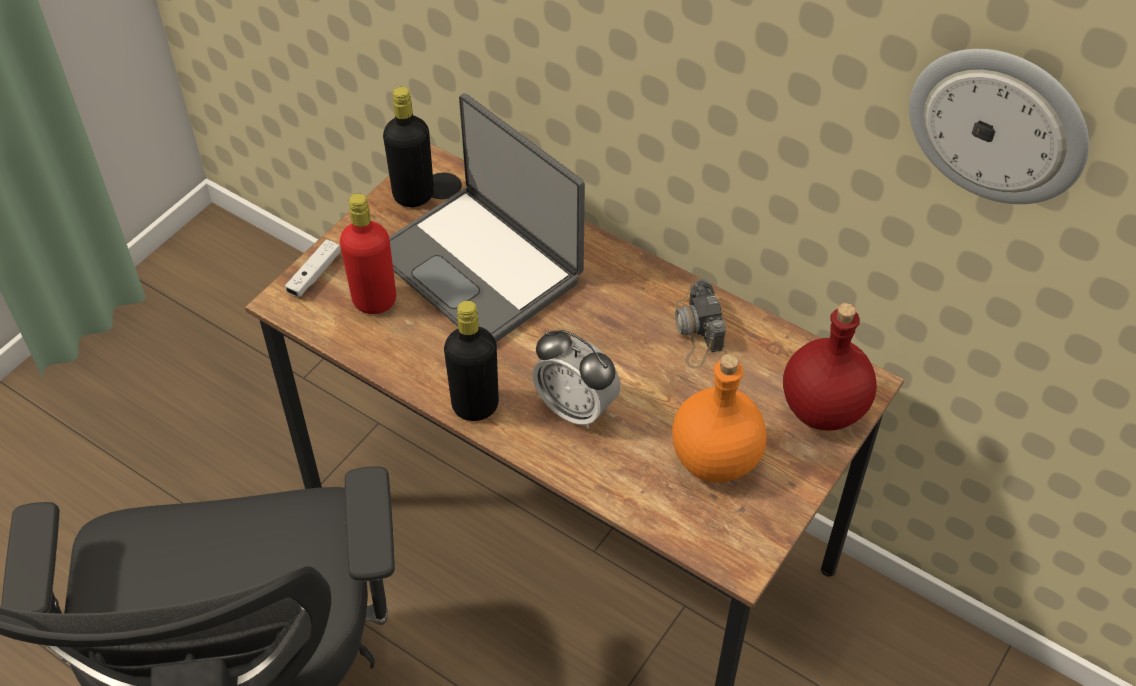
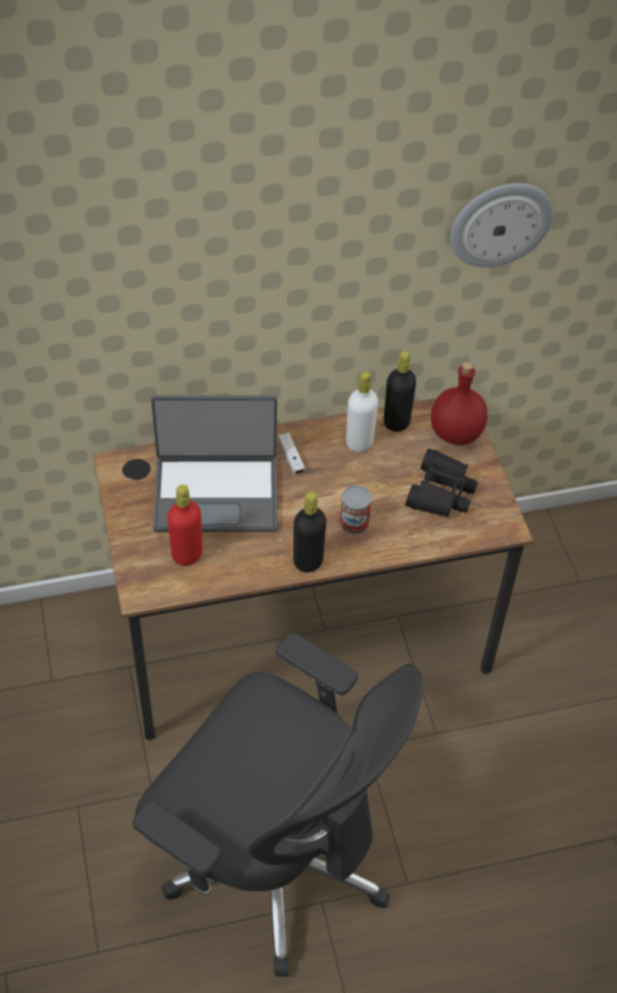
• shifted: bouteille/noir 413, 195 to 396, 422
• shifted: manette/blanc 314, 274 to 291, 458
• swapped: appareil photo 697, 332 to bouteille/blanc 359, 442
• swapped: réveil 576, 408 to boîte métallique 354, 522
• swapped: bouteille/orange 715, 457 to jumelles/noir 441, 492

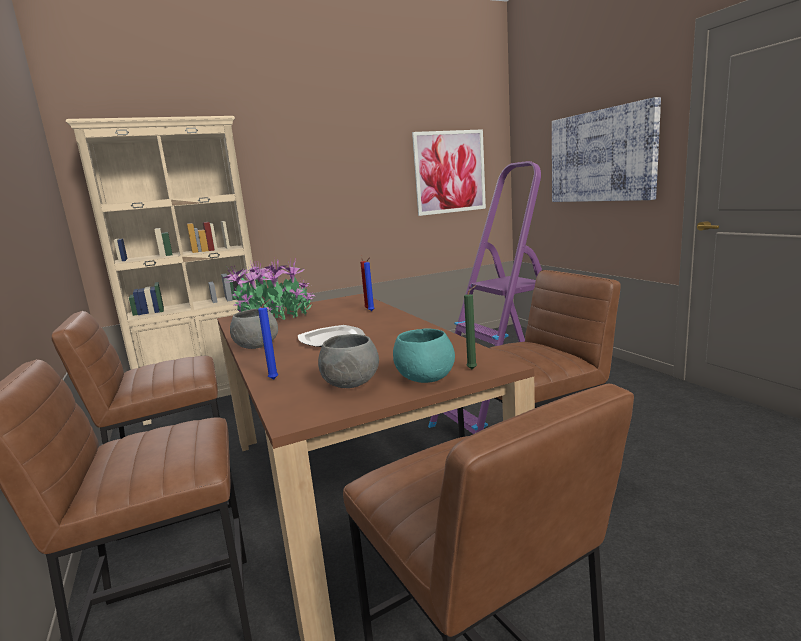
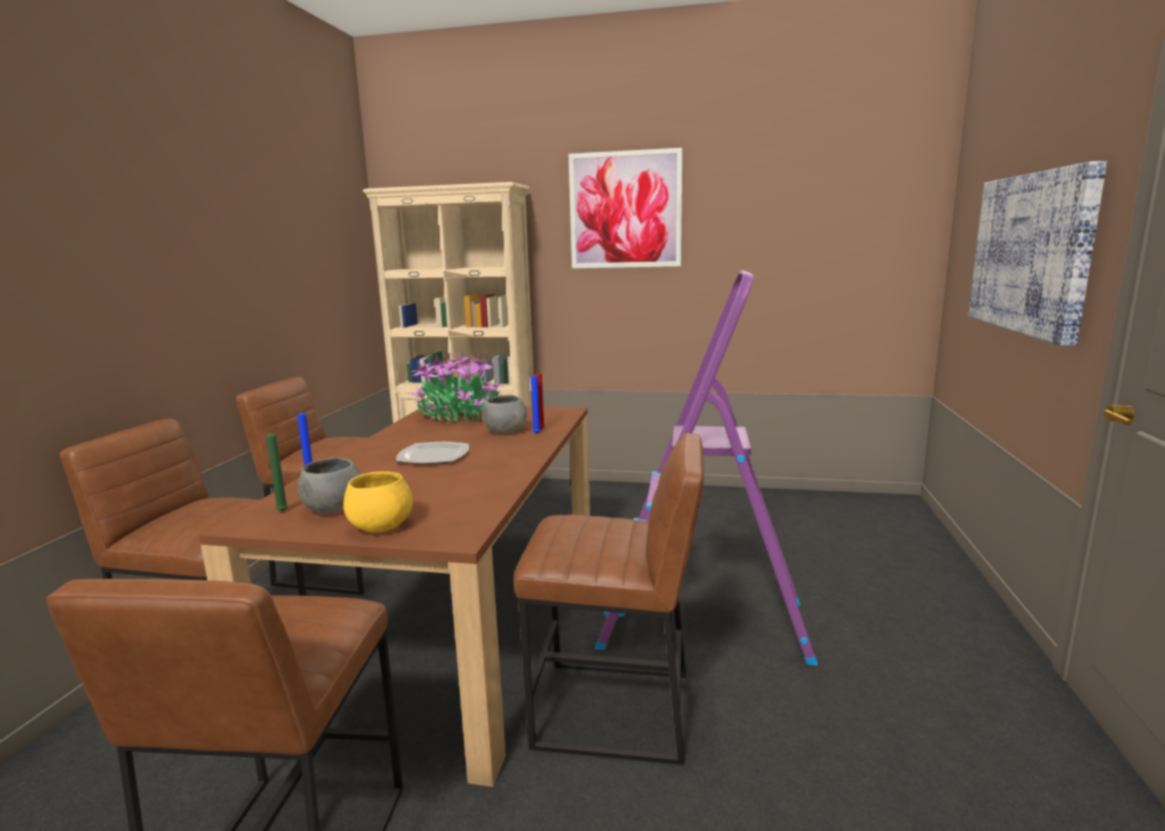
• shifted: tableau 450, 172 to 625, 210
• shifted: bougie/vert 473, 369 to 284, 511
• shifted: bol/gris 256, 346 to 505, 432
• repainted: bol/turquoise 425, 378 to bol/jaune 381, 527

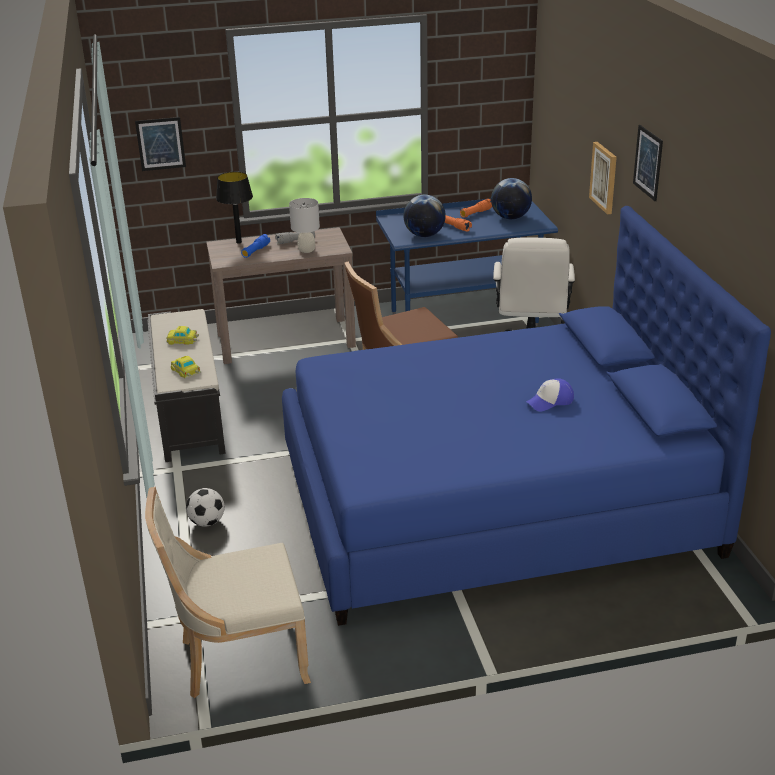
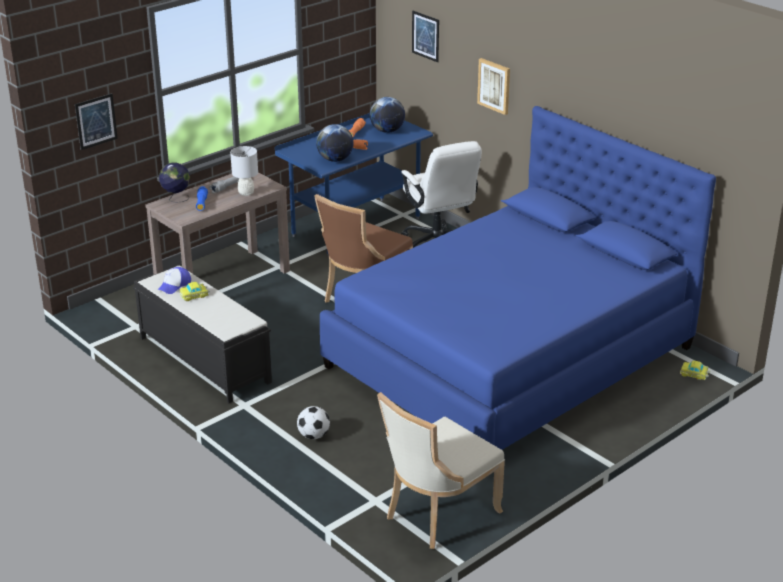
• shifted: tableau 648, 162 to 425, 36
• swapped: lampe de table/noir 238, 242 to globe 176, 199
• shifted: petite voiture 186, 371 to 694, 374
• shifted: casquette 550, 401 to 174, 285

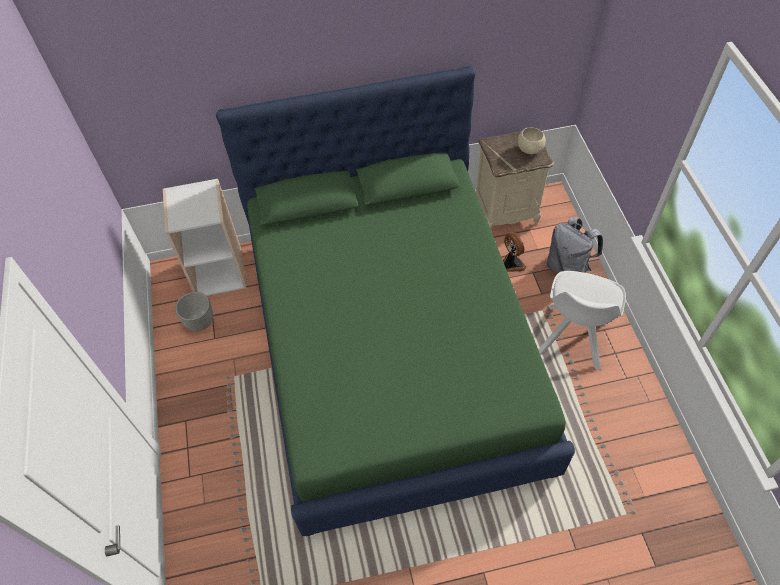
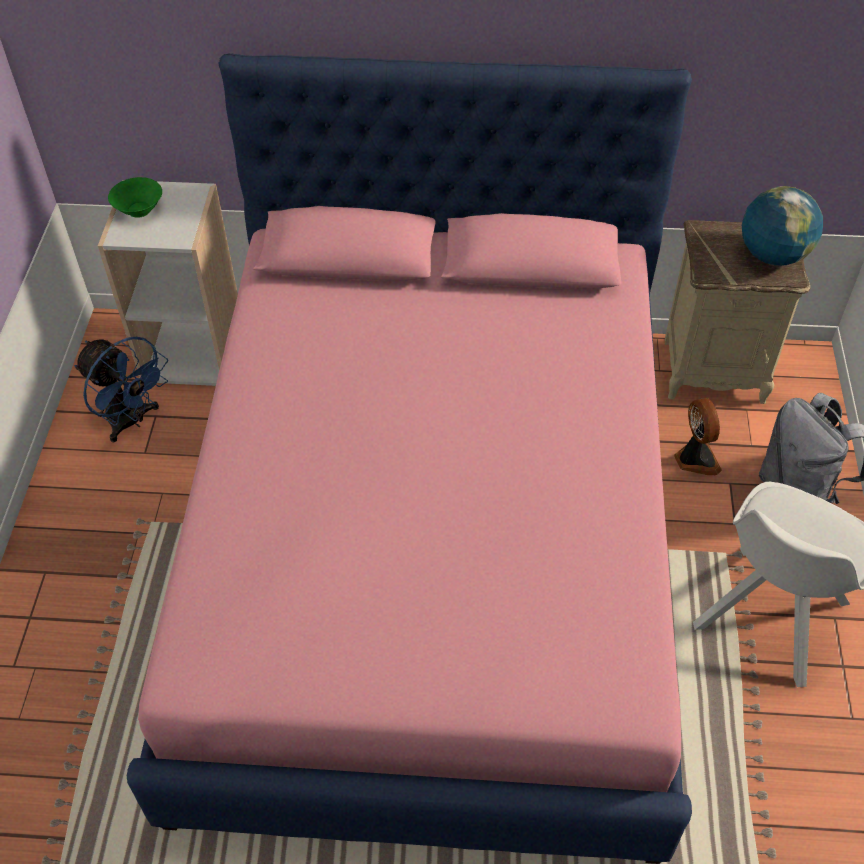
• repainted: lit/vert 392, 348 to lit/rose 433, 546
• swapped: bol/beige 529, 149 to globe 772, 255
• swapped: cache-pot/gris 200, 322 to ventilateur/bleu 132, 421
• new: bol/vert 140, 210

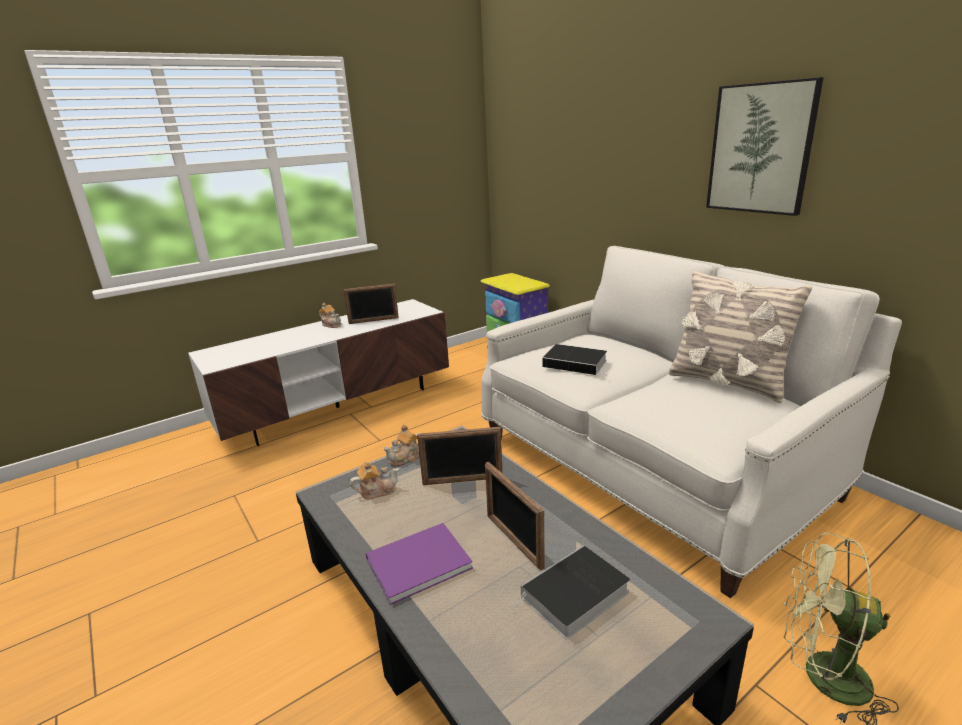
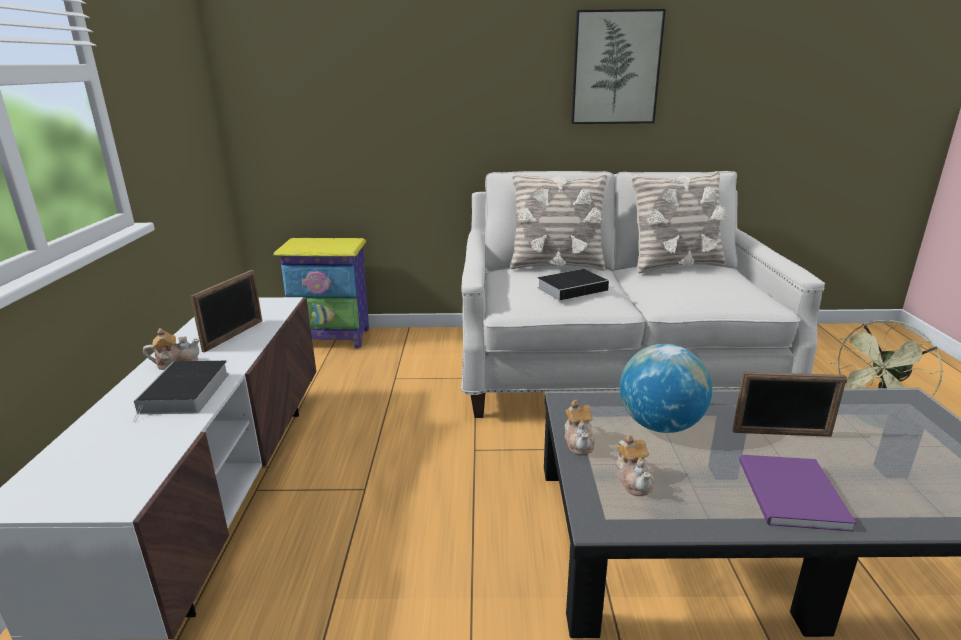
• swapped: cadre photo 462, 481 to globe 660, 425
• rotated: théière 377, 491 = 633, 480 150 degrees clockwise
• shifted: livre 573, 597 to 185, 394
• new: coussin/beige 556, 266

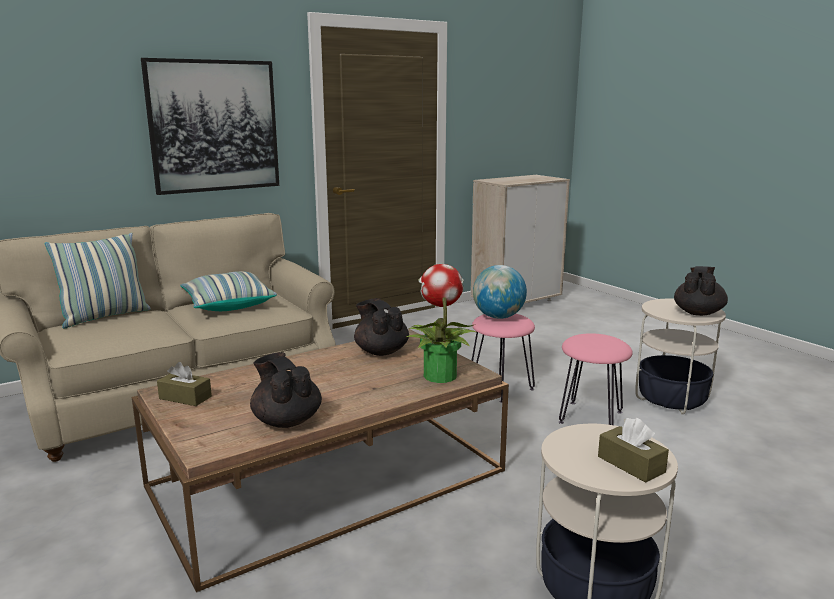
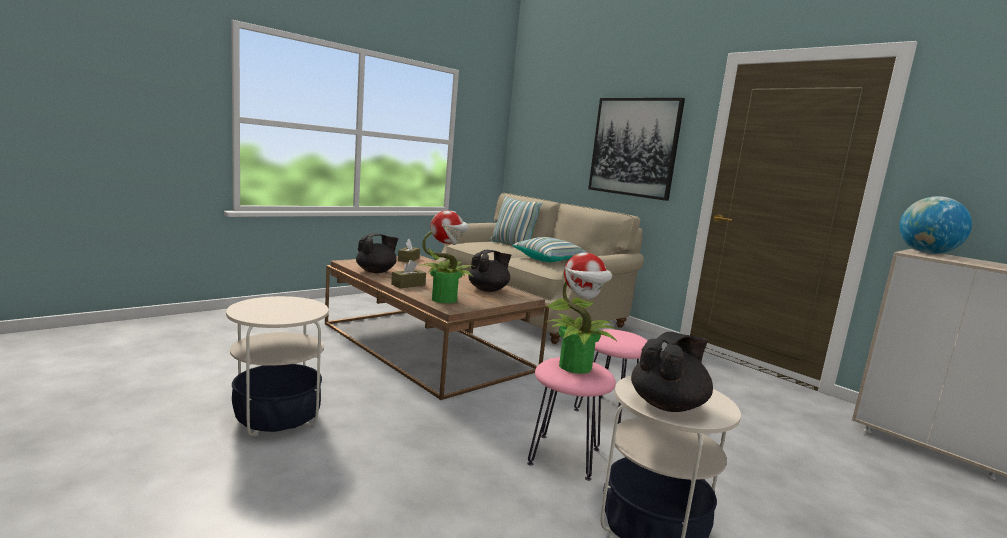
• shifted: globe 498, 317 to 926, 253
• rotated: théière/noir 698, 312 = 668, 405 60 degrees counterclockwise
• shifted: boîte à mouchoirs/marron 631, 464 to 408, 285
• new: plante en pot 576, 367

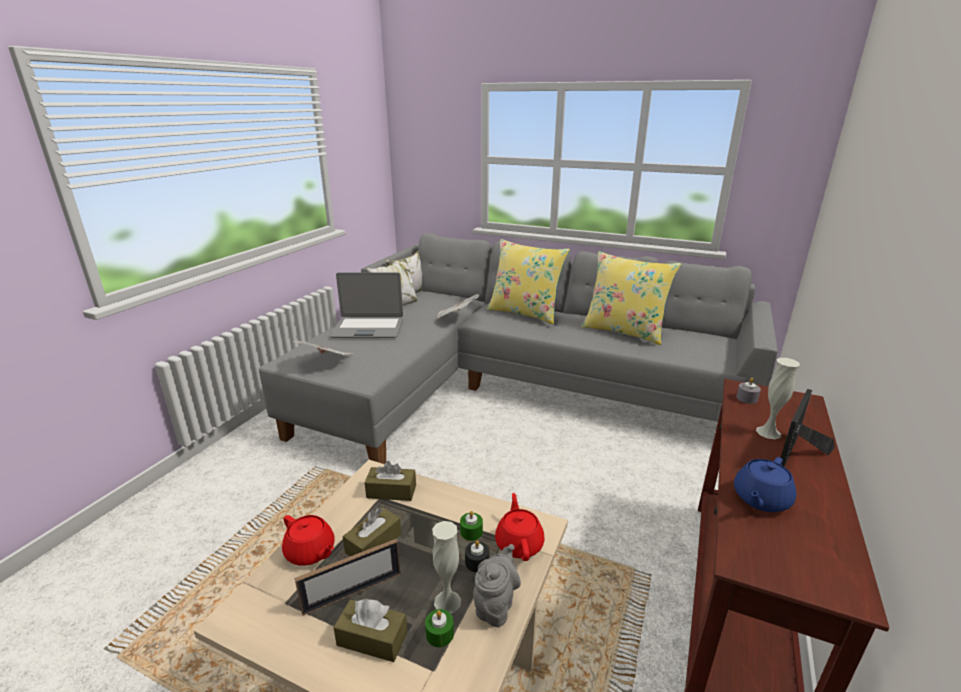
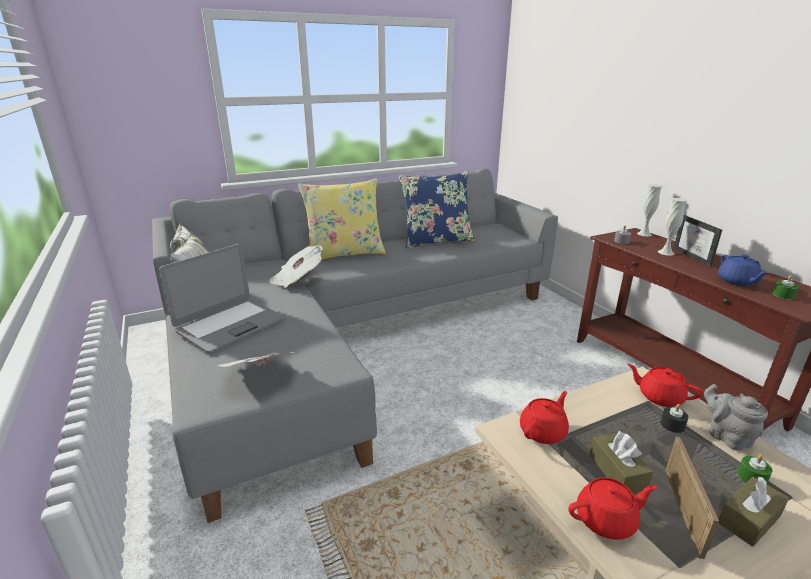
• repainted: coussin/jaune 624, 331 to coussin/bleu 436, 241
• swapped: boîte à mouchoirs/marron 391, 491 to théière/rouge 543, 431
• shifted: bougie/vert 471, 532 to 783, 295
• shifted: vase/blanc 447, 602 to 644, 234

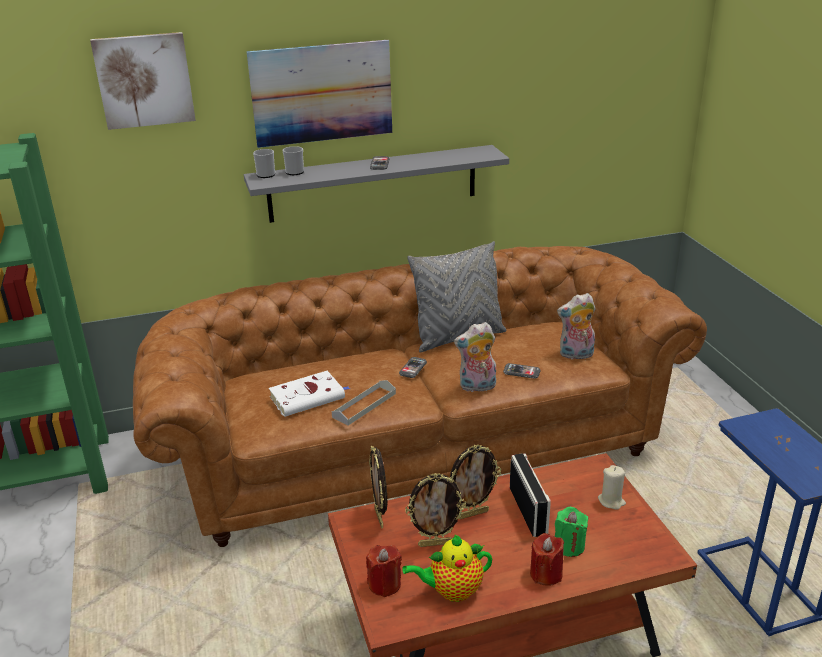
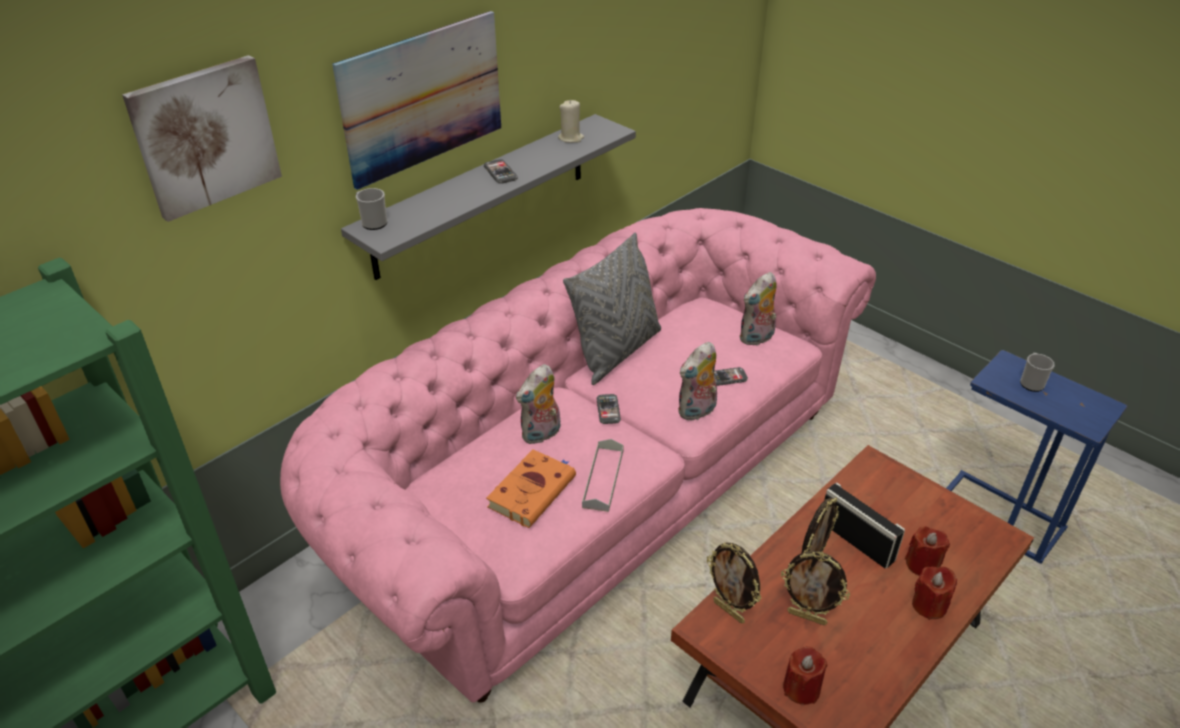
• shifted: mug 296, 171 to 1031, 382
• repainted: canapé/marron 414, 443 to canapé/rose 591, 483
• repainted: livre/blanc 309, 397 to livre/orange 533, 490
• shifted: bougie/beige 611, 501 to 571, 138
• rotated: cadre photo 435, 543 = 807, 617 60 degrees clockwise
• repainted: bougie/vert 569, 546 to bougie/rouge 922, 565
• gone: théière 452, 591
• new: peluche 541, 435

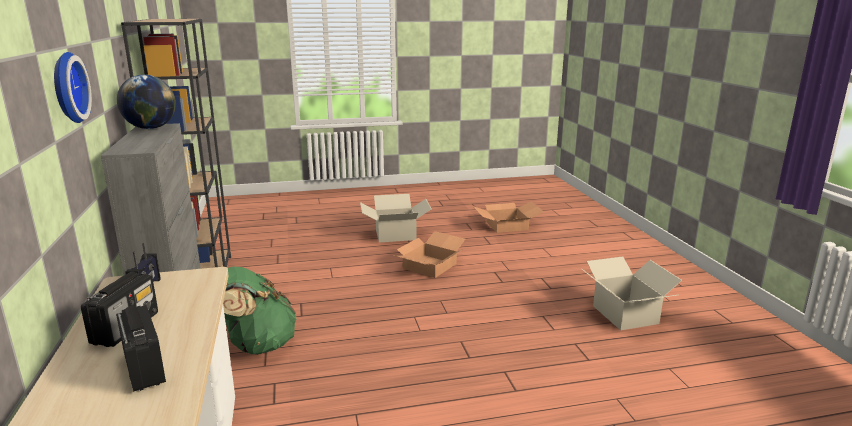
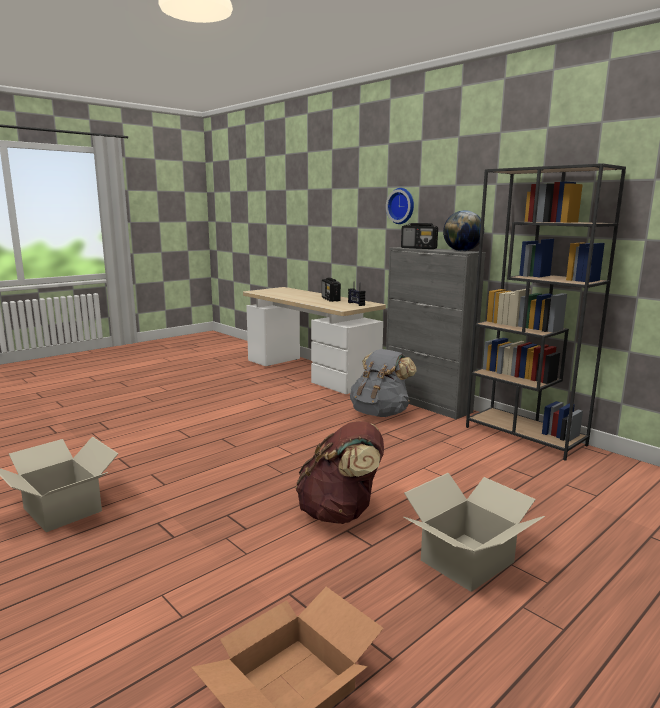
• swapped: carton 429, 265 to sac à dos/marron 340, 513
• repainted: sac à dos/vert 257, 345 to sac à dos/gris 380, 413
• shifted: radio 144, 367 to 419, 248

